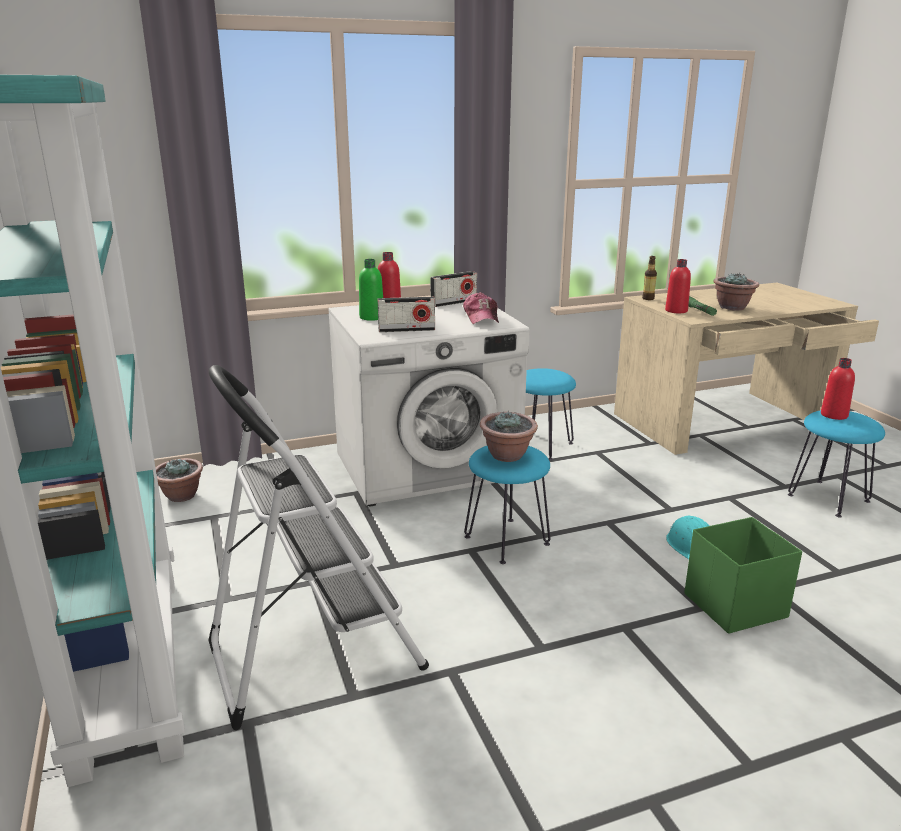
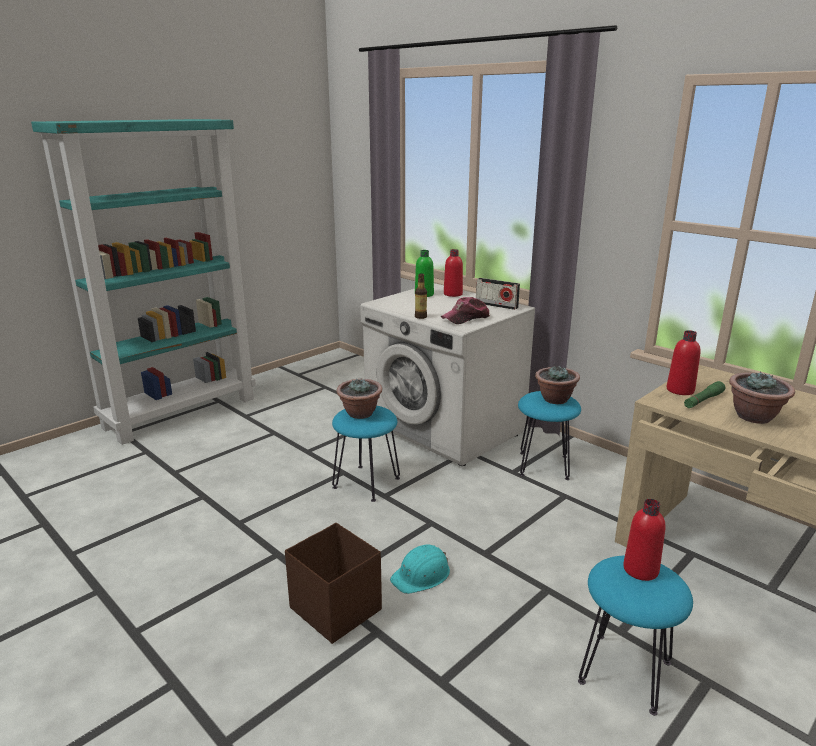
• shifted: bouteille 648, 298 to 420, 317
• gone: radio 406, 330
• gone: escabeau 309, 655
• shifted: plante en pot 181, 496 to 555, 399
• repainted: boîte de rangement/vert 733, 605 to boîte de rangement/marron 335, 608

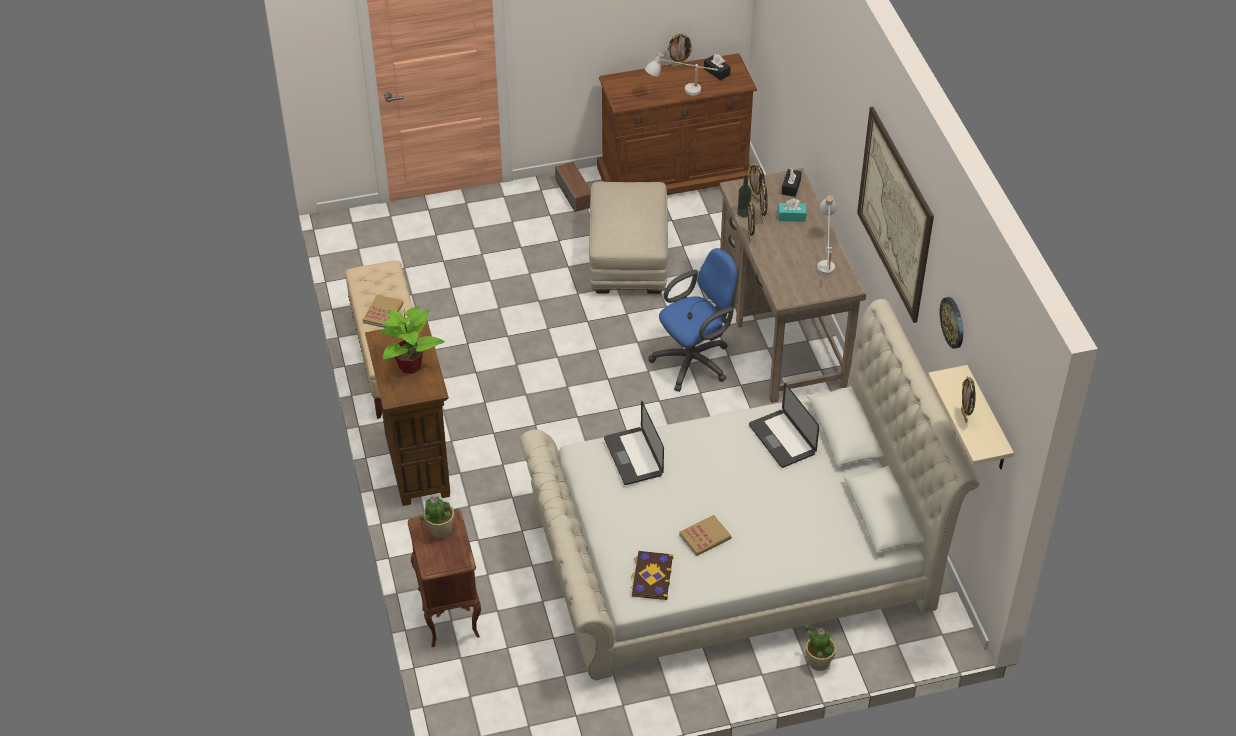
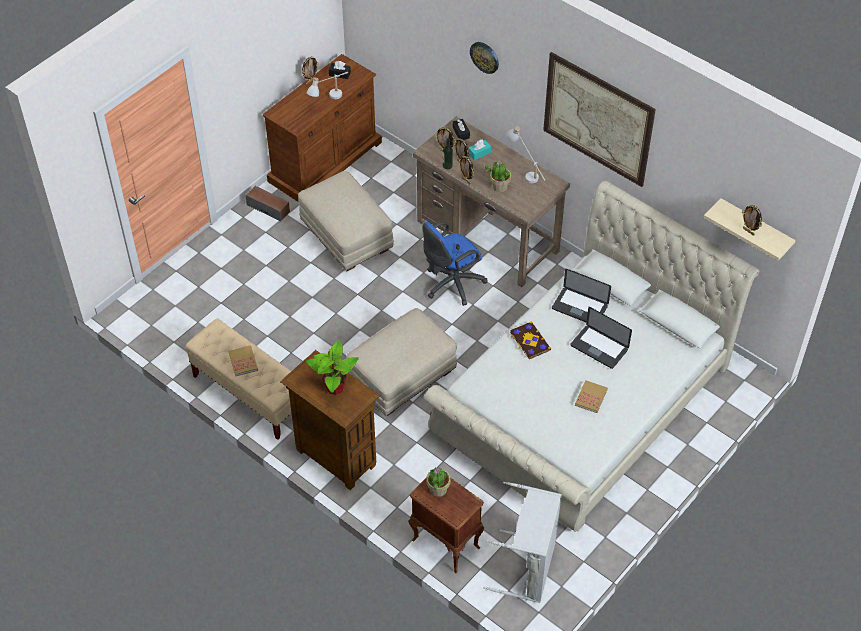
• rotated: chaise de bureau/bleu 695, 361 = 451, 284 150 degrees counterclockwise
• shifted: horloge murale 953, 322 to 484, 57
• shifted: ordinateur portable 633, 457 to 599, 347
• shifted: livre 651, 576 to 529, 341
• shifted: plante en pot 818, 661 to 499, 186
• new: pouf/beige 402, 377
• new: panier à linge/gris 528, 568

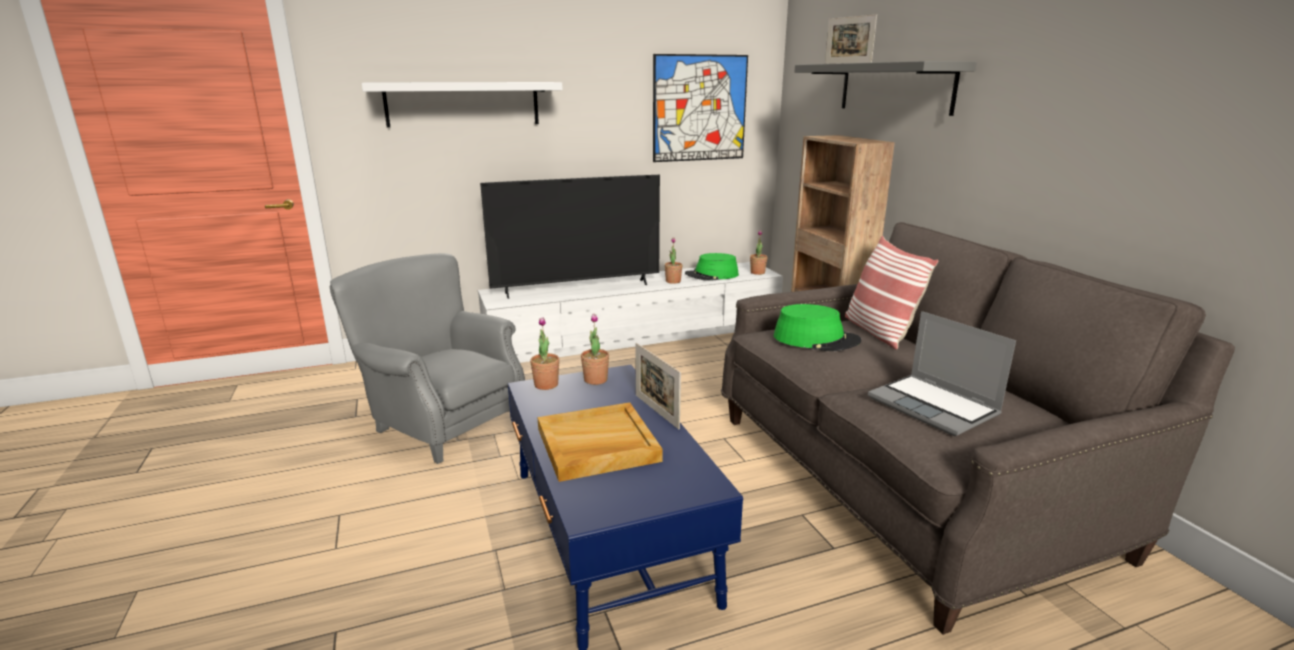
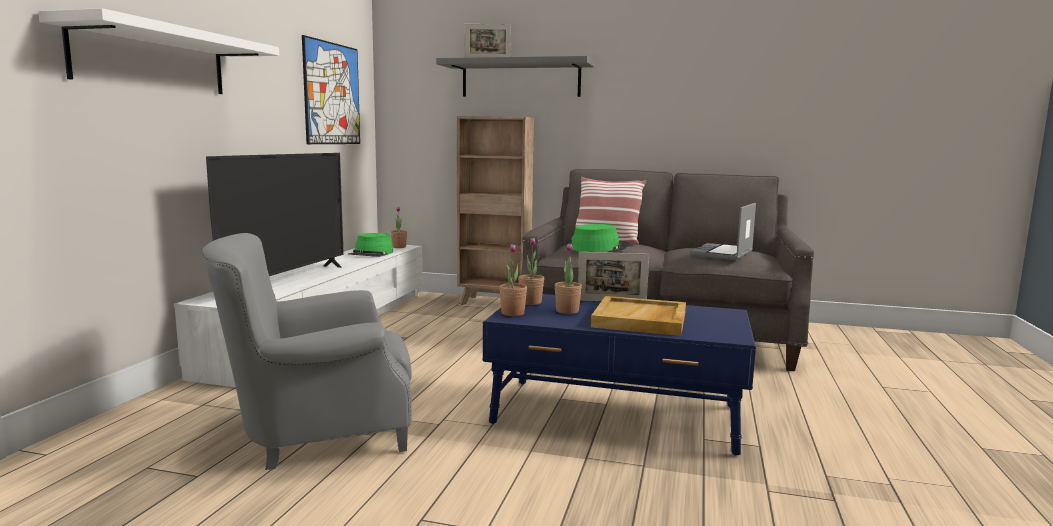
• shifted: plante en pot 673, 281 to 567, 311
• rotated: ordinateur portable 935, 407 = 722, 253 120 degrees clockwise

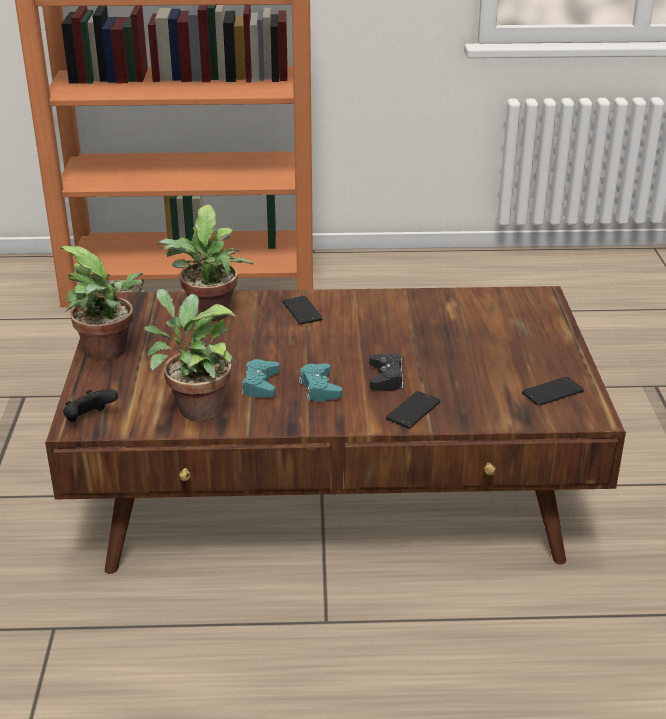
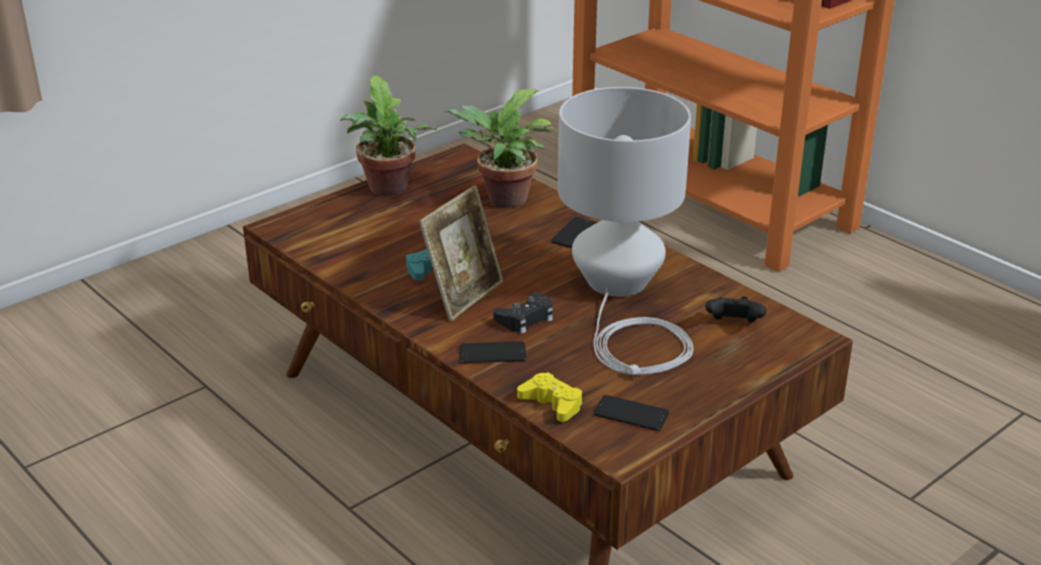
• gone: plante en pot 195, 407
• swapped: manette/turquoise 319, 388 to cadre photo 464, 296
• shifted: manette/noir 90, 419 to 733, 325
• new: lampe de table/blanc 626, 305
• new: manette/jaune 552, 403

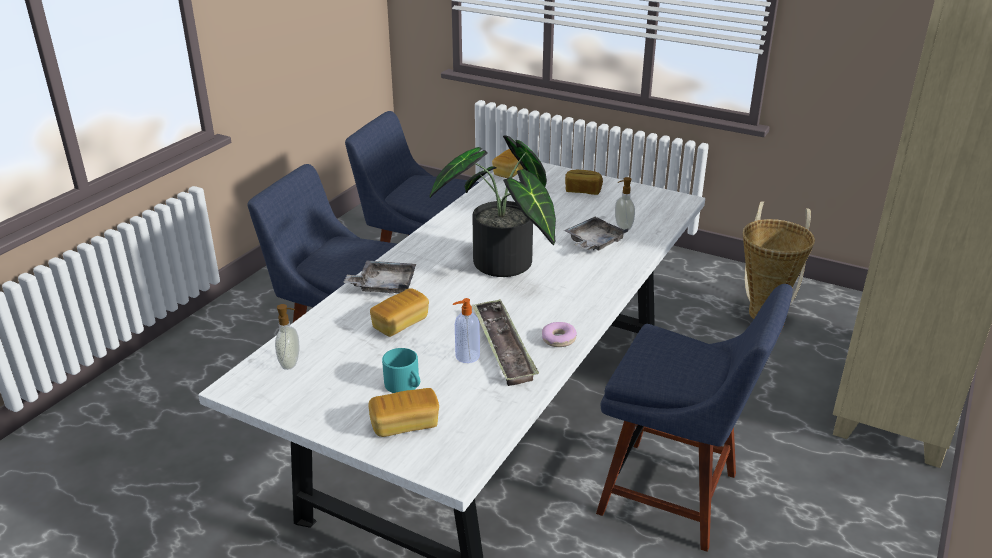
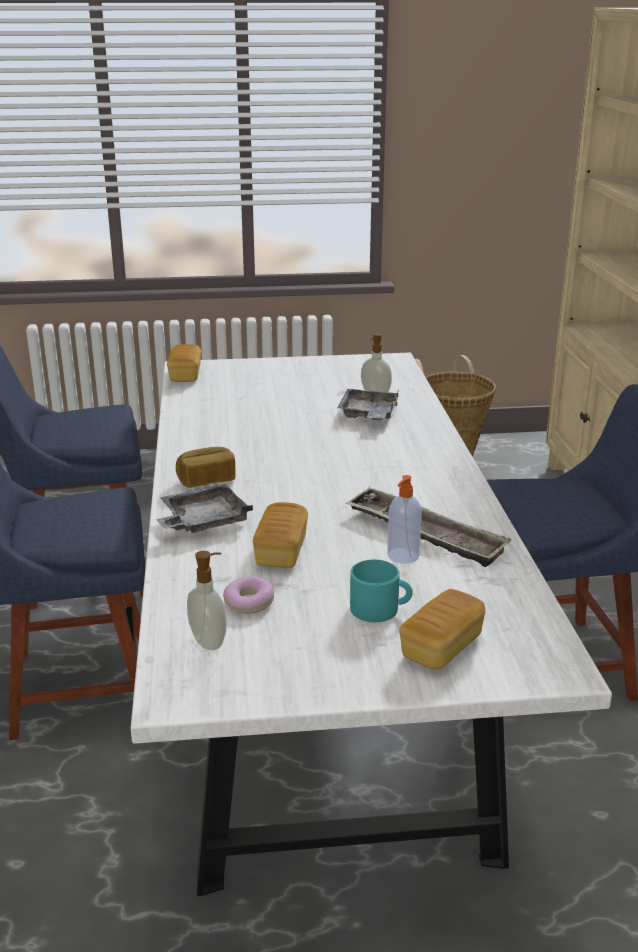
• gone: plante en pot 503, 267
• shifted: pain 583, 190 to 207, 480
• shifted: beignet 558, 339 to 249, 602

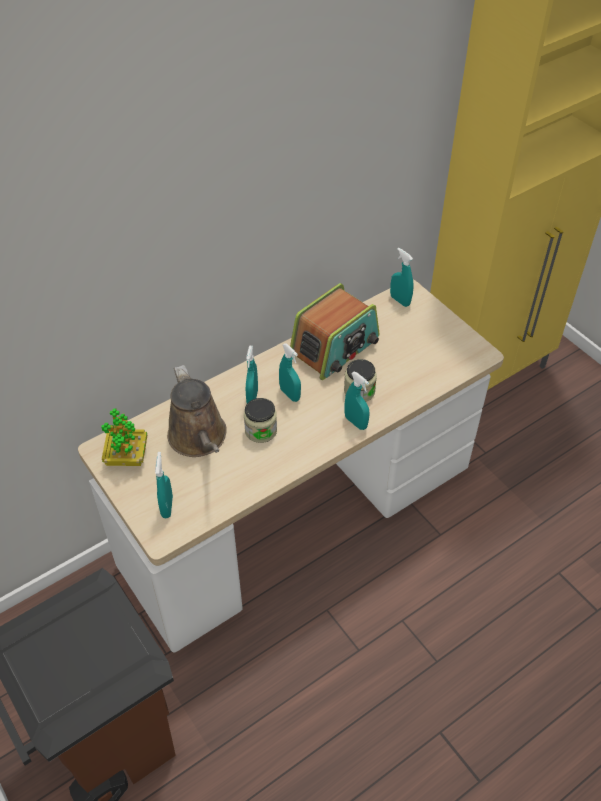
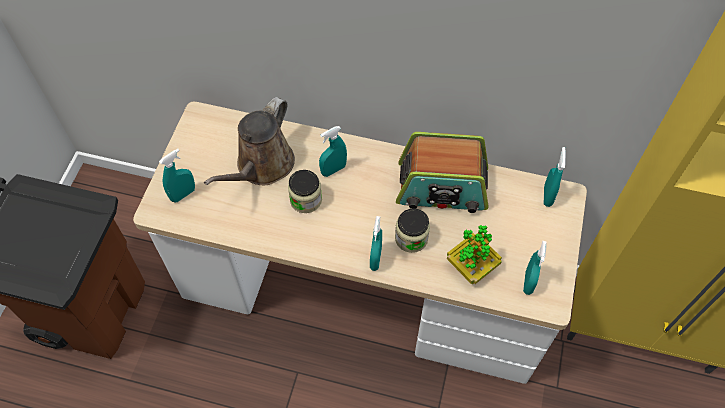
• shifted: vaporisateur/turquoise 290, 394 to 528, 282
• shifted: plante en pot 127, 457 to 471, 265

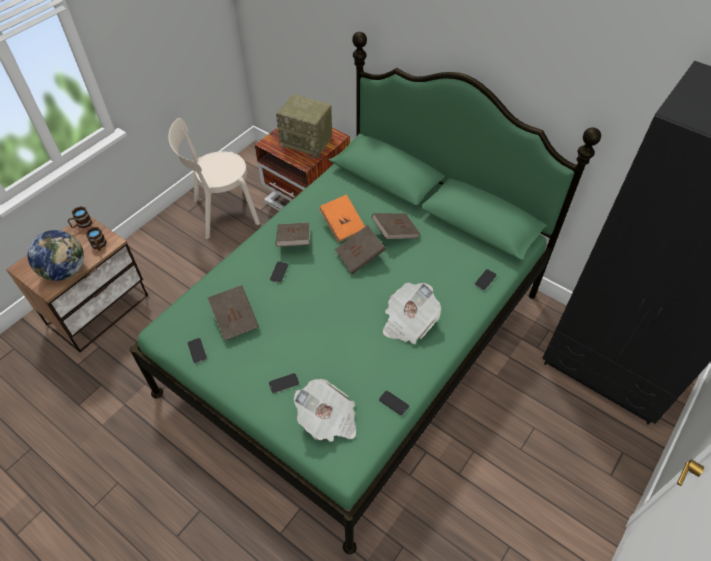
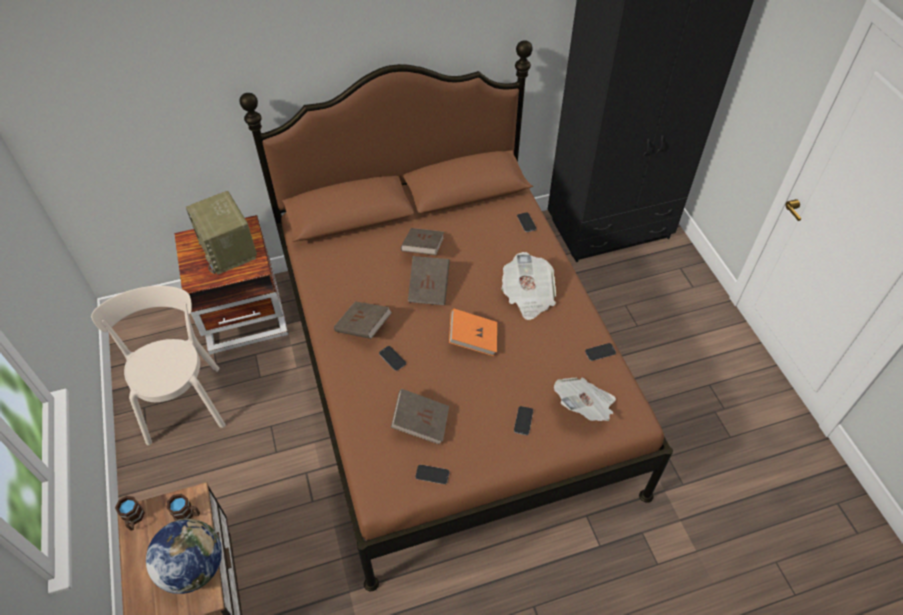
• repainted: lit/vert 355, 342 to lit/marron 451, 376
• rotated: radio 307, 142 = 229, 250 90 degrees clockwise
• rotated: chaise/beige 222, 213 = 183, 400 150 degrees clockwise
• shifted: livre/orange 342, 225 to 473, 339

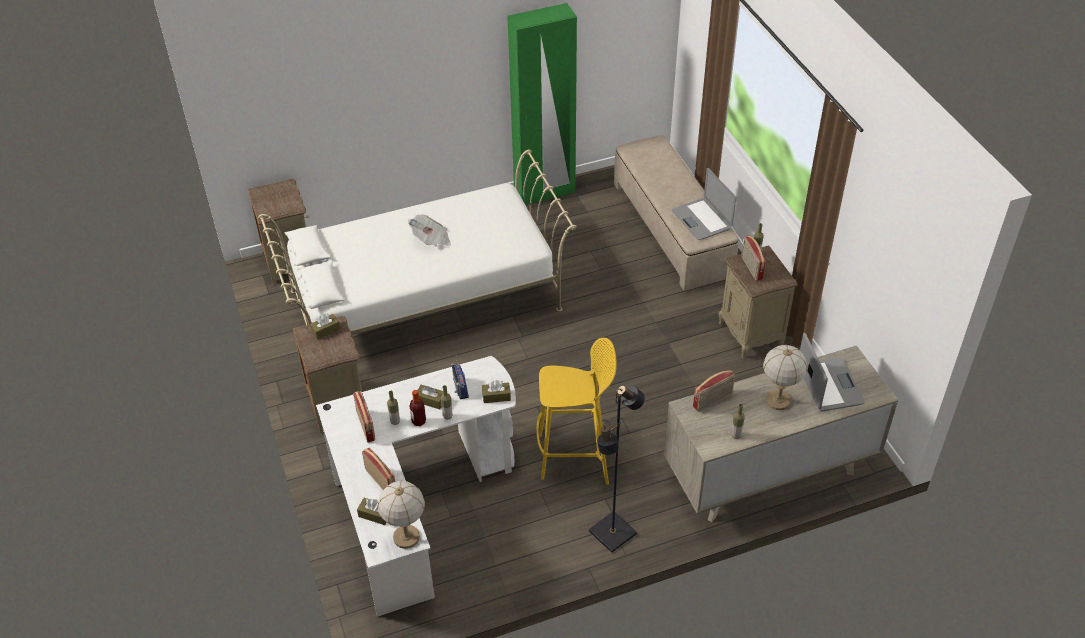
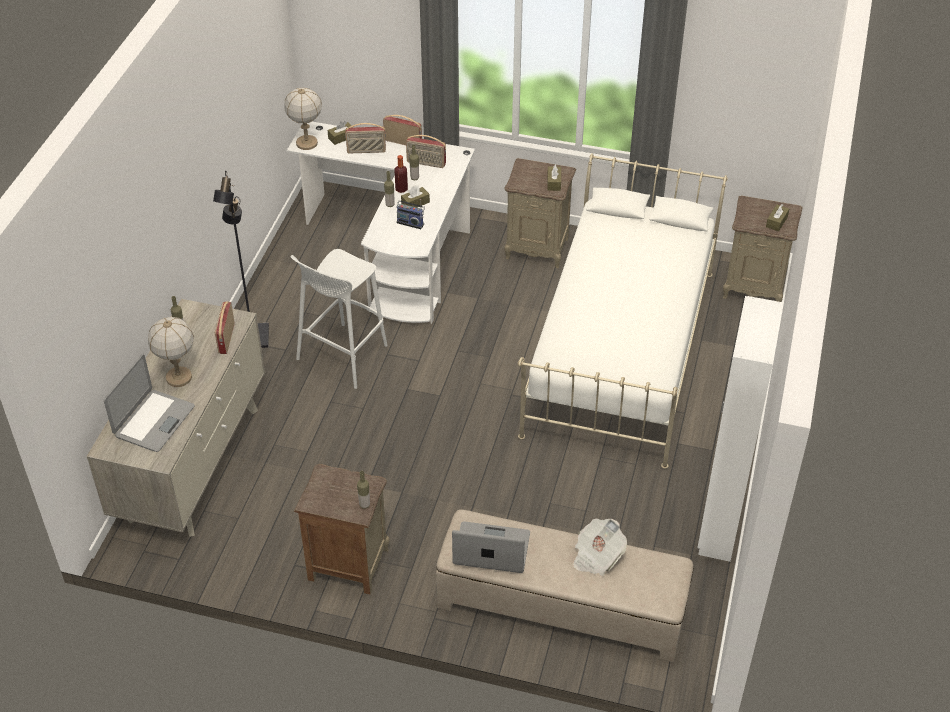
• repainted: armoire/vert 544, 193 to armoire/blanc 718, 527
• shifted: journal 431, 240 to 597, 556
• shifted: radio 751, 268 to 403, 142
• rotated: ordinateur portable 829, 385 = 153, 421 90 degrees counterclockwise
• repainted: tabouret/jaune 575, 456 to tabouret/blanc 344, 355
• shifted: boîte à mouchoirs/marron 496, 396 to 776, 222

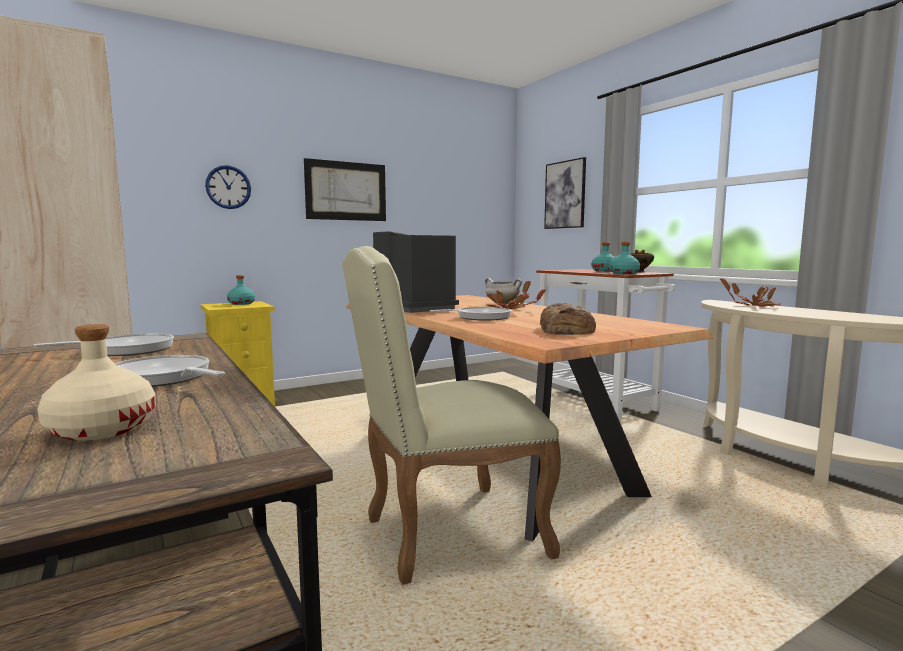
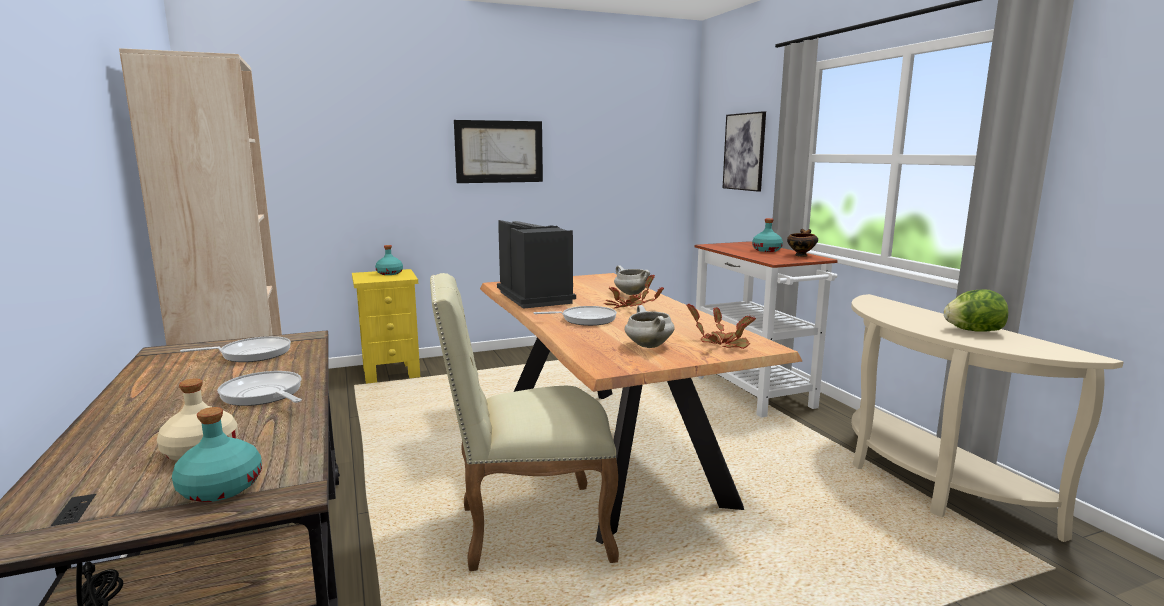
• gone: horloge murale 228, 187
• shifted: bouteille/turquoise 623, 273 to 220, 488
• shifted: plante en pot 753, 306 to 723, 343
• swapped: pain 565, 329 to marmite/blanc 648, 346
• new: laitue 973, 331

